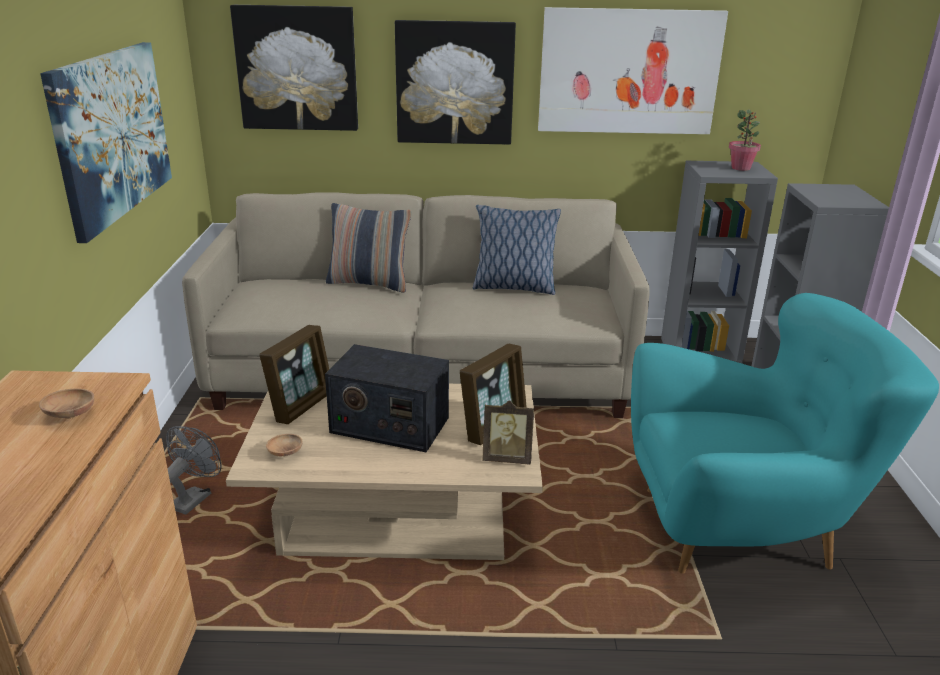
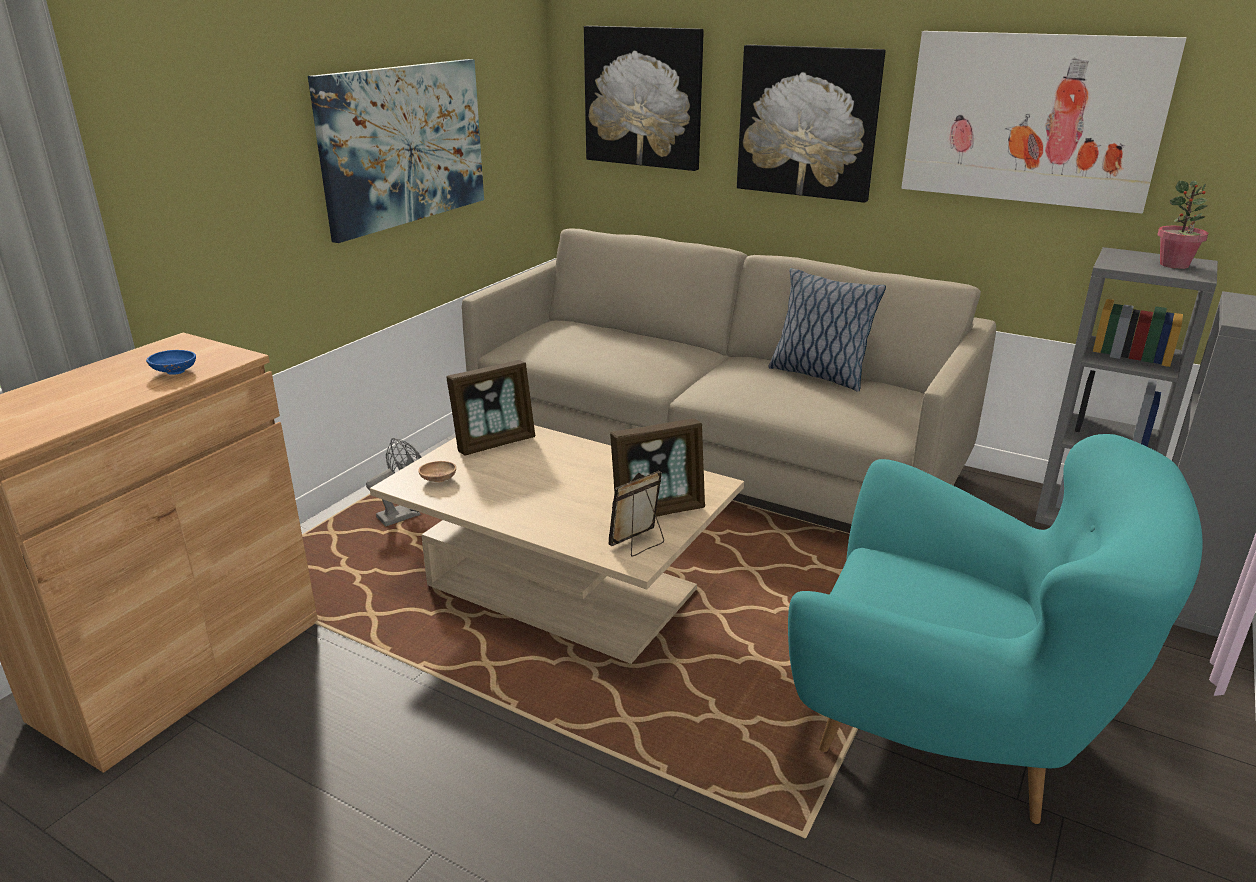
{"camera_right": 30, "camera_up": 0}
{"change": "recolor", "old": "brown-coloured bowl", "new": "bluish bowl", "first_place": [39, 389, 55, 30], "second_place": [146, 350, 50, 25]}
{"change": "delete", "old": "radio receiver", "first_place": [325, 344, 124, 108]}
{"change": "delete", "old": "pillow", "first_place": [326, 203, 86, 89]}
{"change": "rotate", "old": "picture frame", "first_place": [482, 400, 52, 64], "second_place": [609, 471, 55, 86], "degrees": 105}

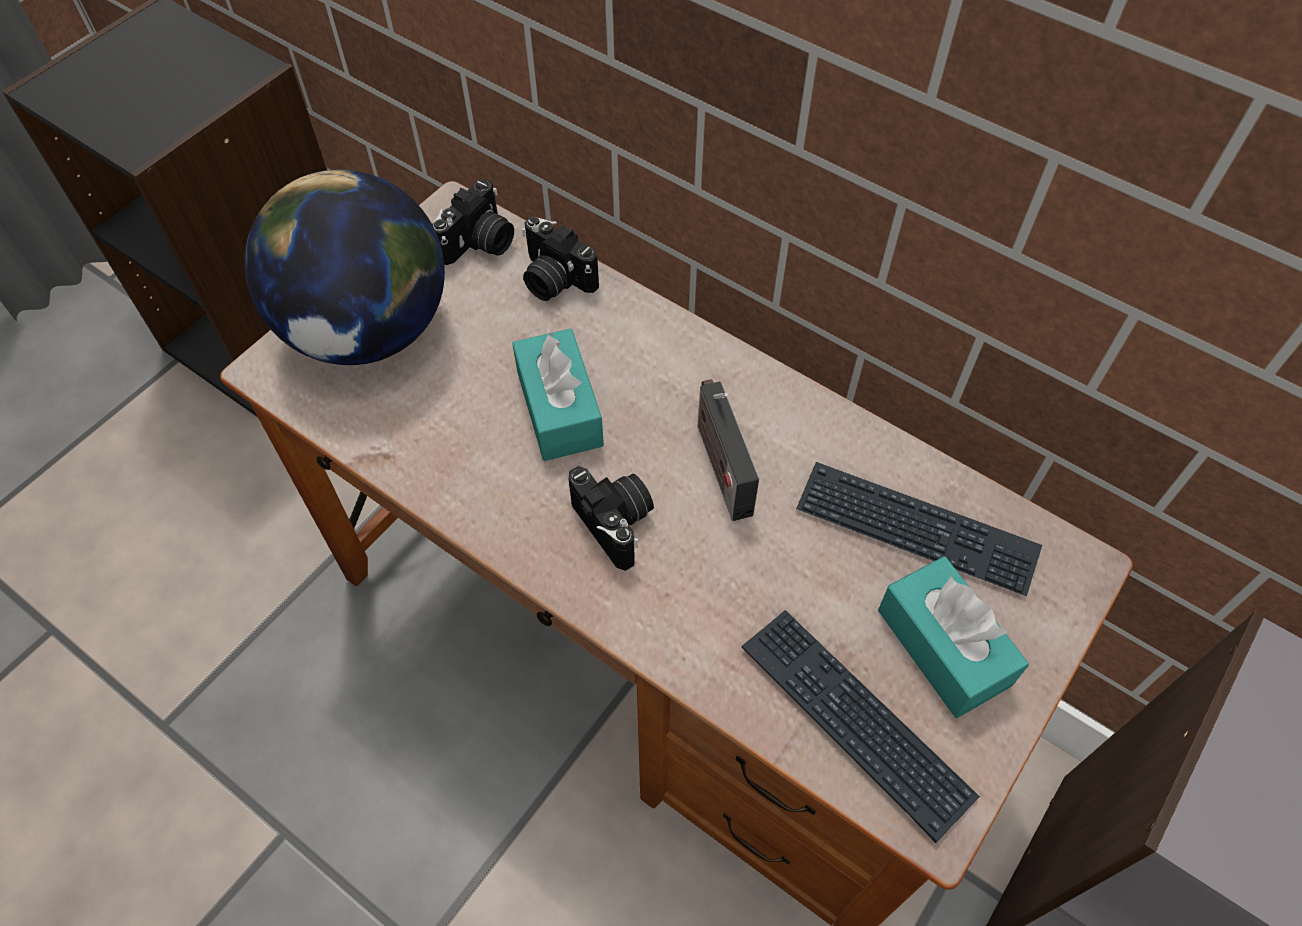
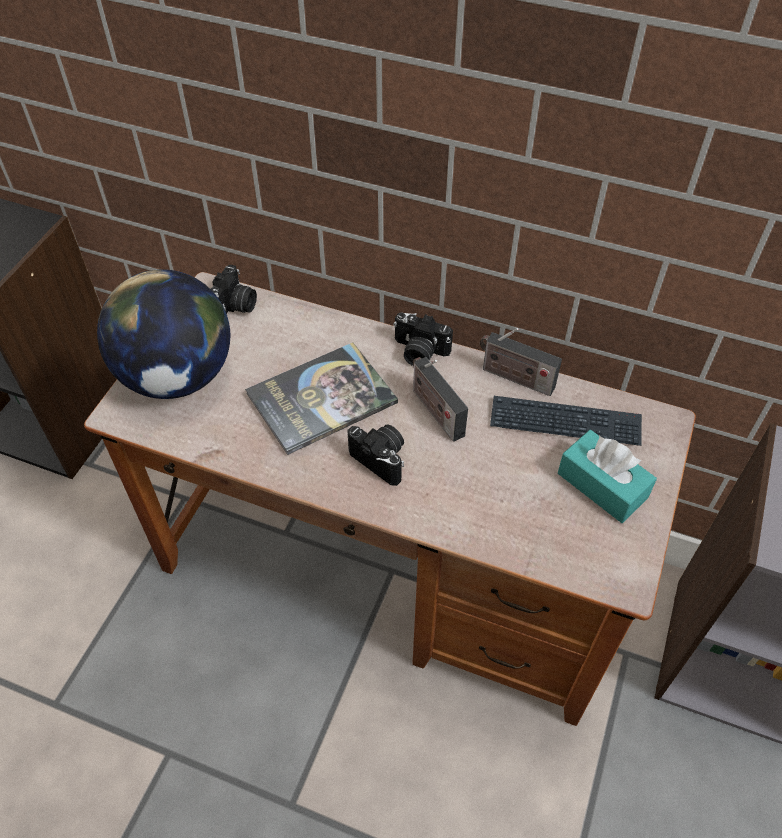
{"camera_right": -15, "camera_up": -5}
{"change": "replace", "old": "turquoise-coloured tissue box", "new": "book", "first_place": [512, 328, 92, 133], "second_place": [245, 342, 153, 113]}
{"change": "move", "old": "still camera", "first_place": [522, 216, 77, 85], "second_place": [393, 312, 60, 54]}
{"change": "delete", "old": "PC keyboard", "first_place": [742, 610, 238, 233]}
{"change": "insert", "new": "radio receiver", "second_place": [480, 328, 82, 68]}

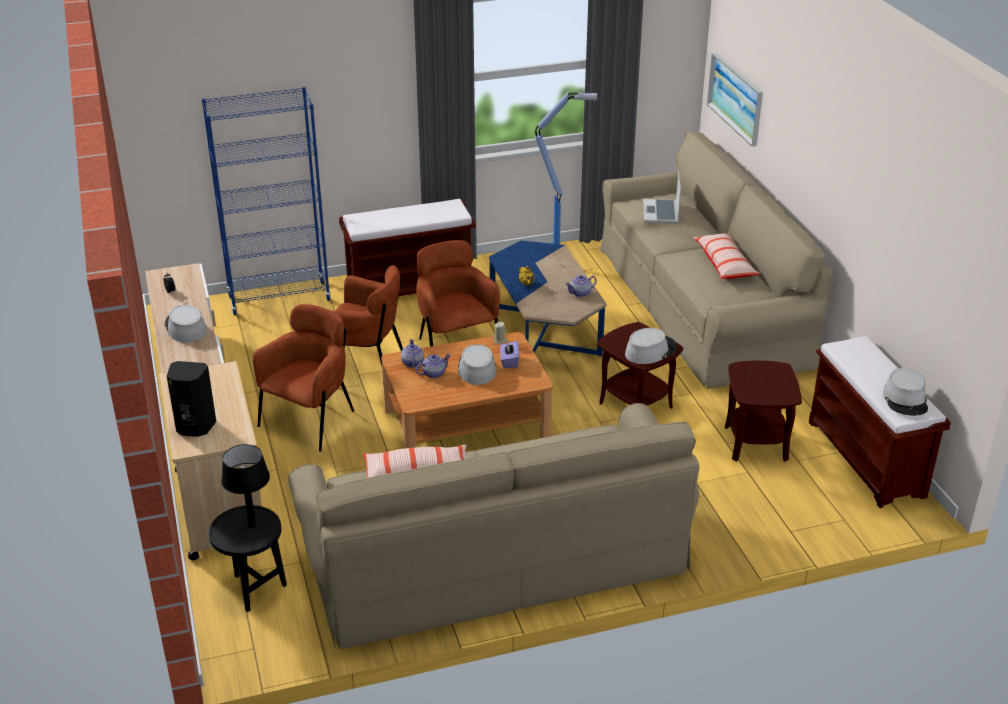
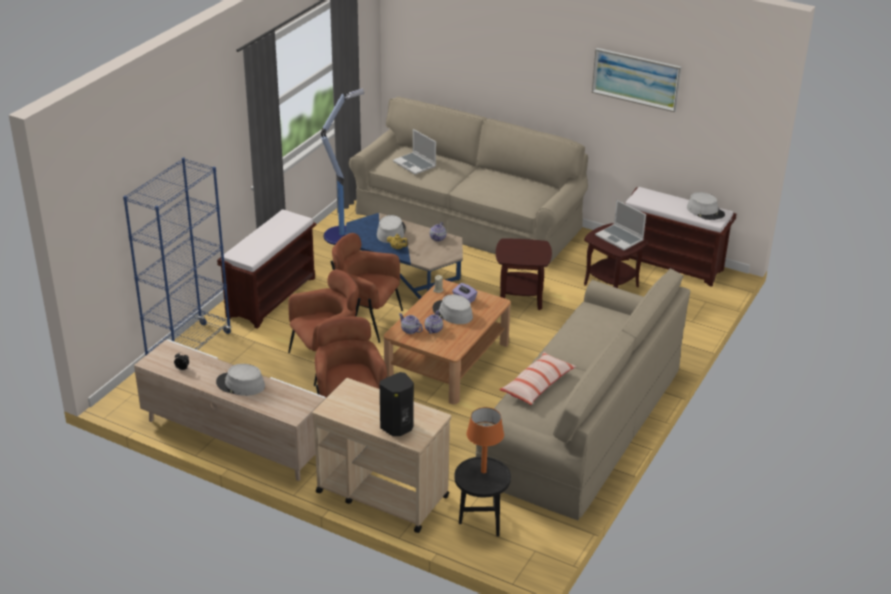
{"camera_right": -45, "camera_up": 0}
{"change": "recolor", "old": "black-coloured lamp for a table", "new": "orange-coloured lamp for a table", "first_place": [221, 444, 49, 85], "second_place": [467, 407, 37, 66]}
{"change": "move", "old": "greyish hat", "first_place": [625, 328, 52, 36], "second_place": [377, 215, 29, 28]}
{"change": "delete", "old": "pillow", "first_place": [693, 233, 67, 46]}
{"change": "move", "old": "picture", "first_place": [707, 53, 56, 94], "second_place": [592, 48, 89, 64]}
{"change": "insert", "new": "portable computer", "second_place": [595, 200, 51, 50]}

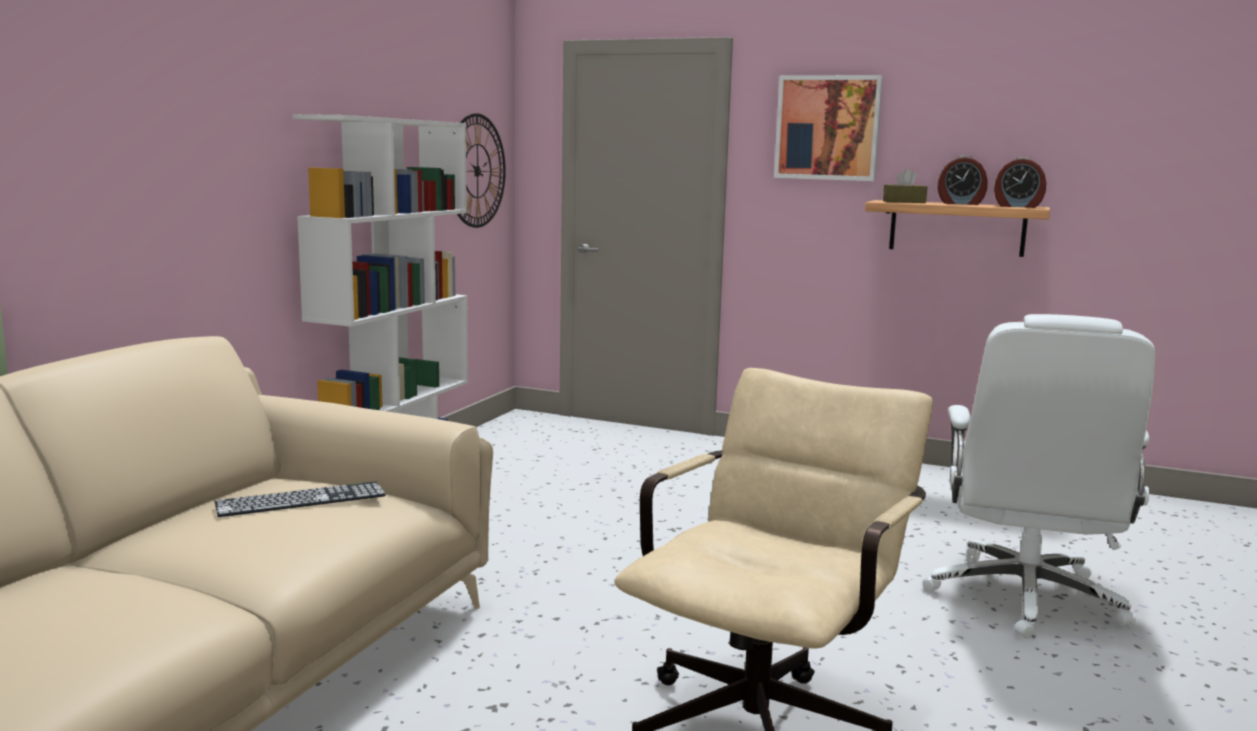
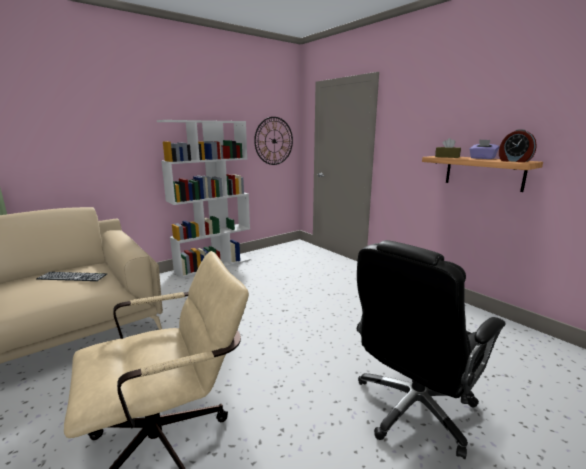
{"camera_right": 30, "camera_up": 5}
{"change": "delete", "old": "picture", "first_place": [774, 75, 109, 106]}
{"change": "recolor", "old": "white-coloured computer chair", "new": "black-coloured computer chair", "first_place": [922, 314, 233, 325], "second_place": [357, 240, 149, 219]}
{"change": "replace", "old": "alarm clock", "new": "purple tissue box", "first_place": [937, 155, 51, 50], "second_place": [469, 139, 30, 20]}

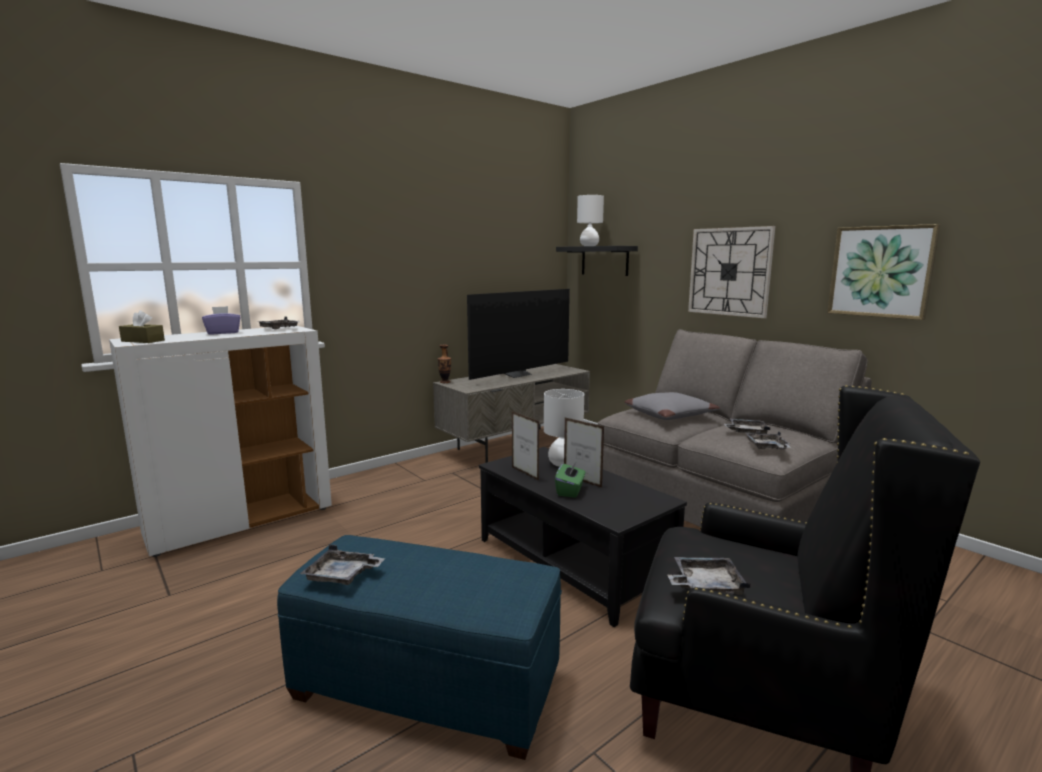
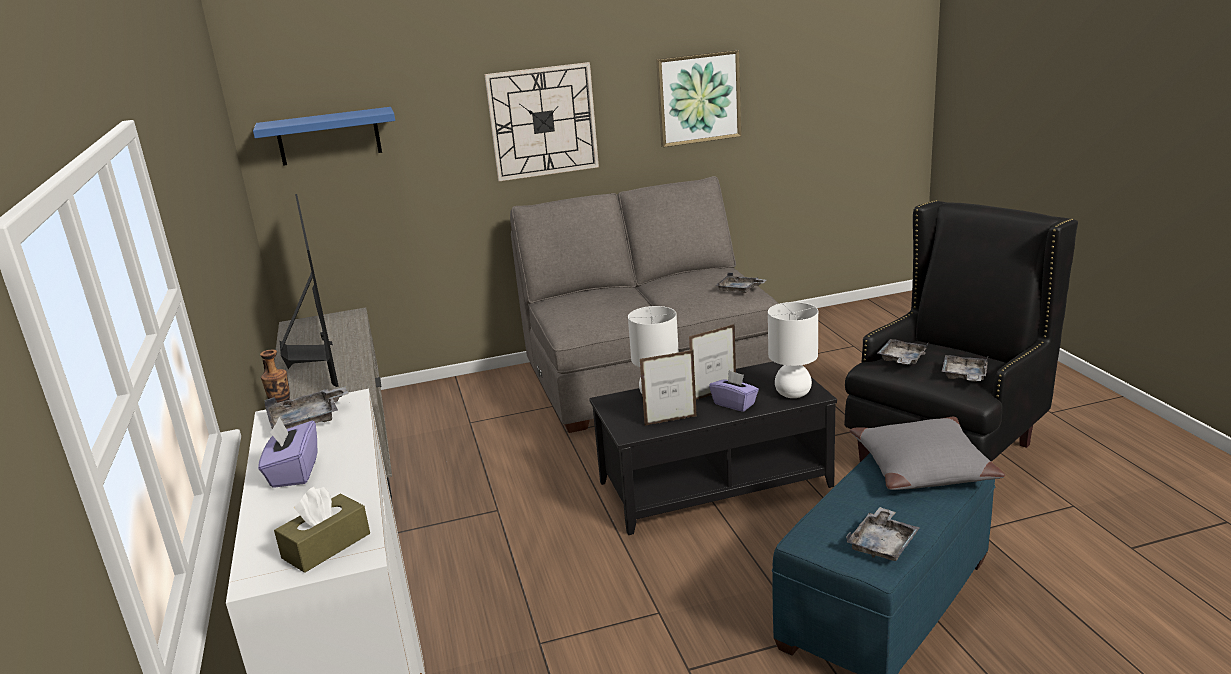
{"camera_right": -65, "camera_up": 10}
{"change": "recolor", "old": "green tissue box", "new": "purple tissue box", "first_place": [555, 461, 30, 37], "second_place": [709, 371, 50, 41]}
{"change": "recolor", "old": "black-coloured wall shelf", "new": "bluish wall shelf", "first_place": [556, 246, 82, 30], "second_place": [253, 107, 142, 59]}
{"change": "move", "old": "white-coloured lamp for a table", "first_place": [577, 195, 27, 51], "second_place": [768, 302, 50, 96]}
{"change": "move", "old": "greyish pillow", "first_place": [624, 392, 96, 28], "second_place": [849, 417, 156, 73]}
{"change": "move", "old": "greyish carrying tray", "first_place": [724, 419, 46, 15], "second_place": [877, 339, 52, 26]}

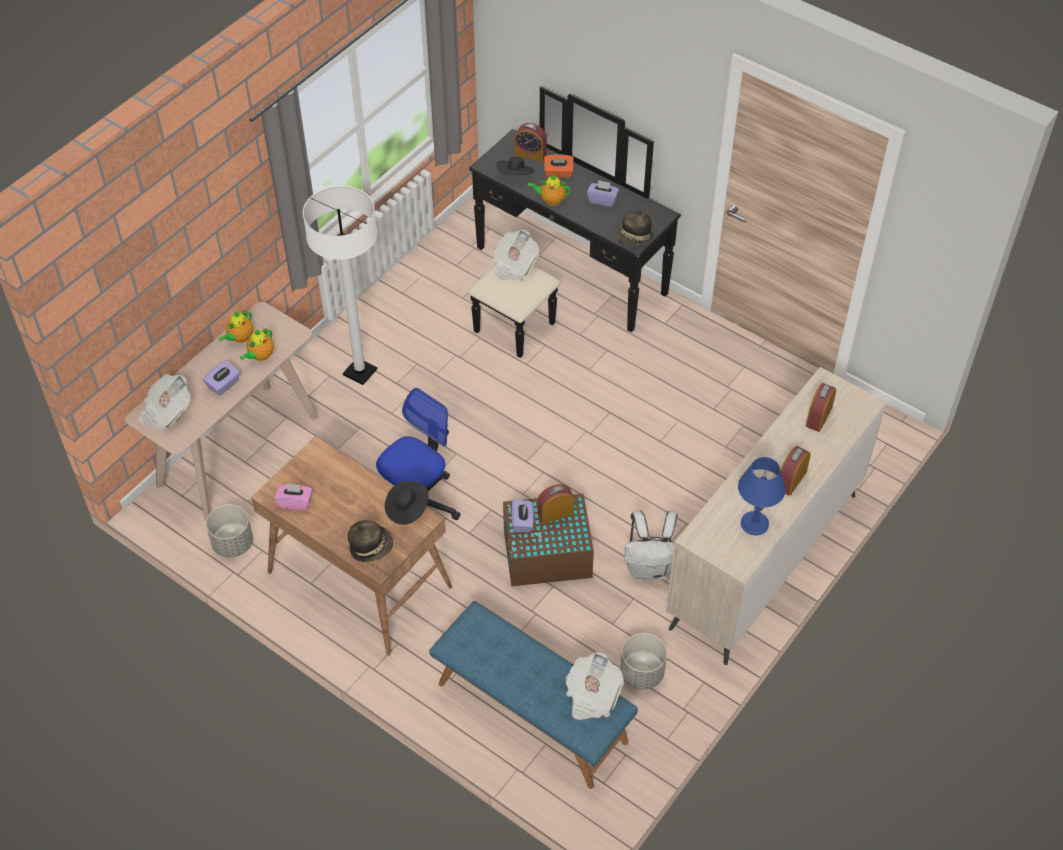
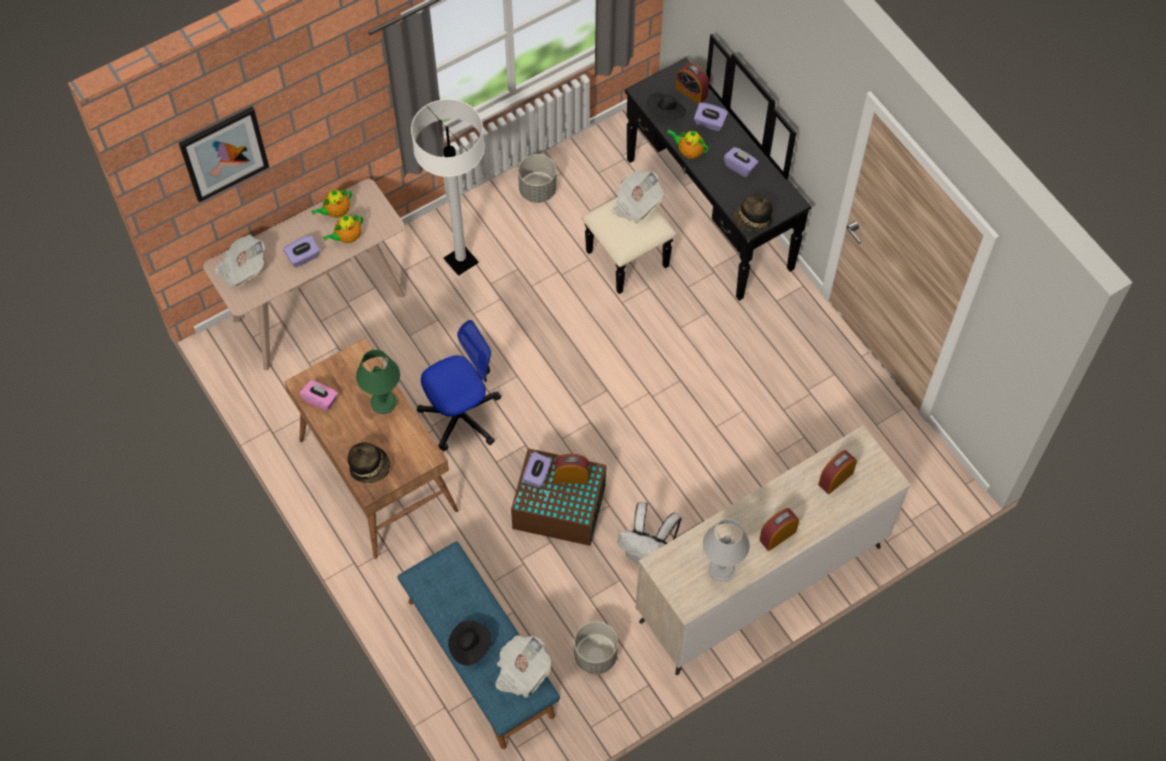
{"camera_right": 20, "camera_up": 10}
{"change": "move", "old": "greyish flower pot", "first_place": [206, 504, 47, 54], "second_place": [518, 154, 39, 49]}
{"change": "move", "old": "black-coloured hat", "first_place": [385, 481, 43, 44], "second_place": [448, 620, 44, 45]}
{"change": "recolor", "old": "orange-coloured tissue box", "new": "purple tissue box", "first_place": [544, 154, 30, 24], "second_place": [694, 103, 34, 28]}
{"change": "recolor", "old": "bluish lamp for a table", "new": "greyish lamp for a table", "first_place": [738, 457, 48, 78], "second_place": [703, 519, 47, 62]}
{"change": "insert", "new": "picture", "second_place": [179, 107, 90, 95]}
{"change": "insert", "new": "green lamp for a table", "second_place": [356, 349, 44, 65]}

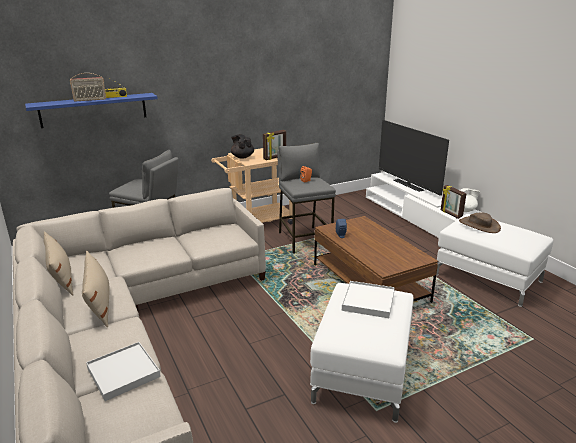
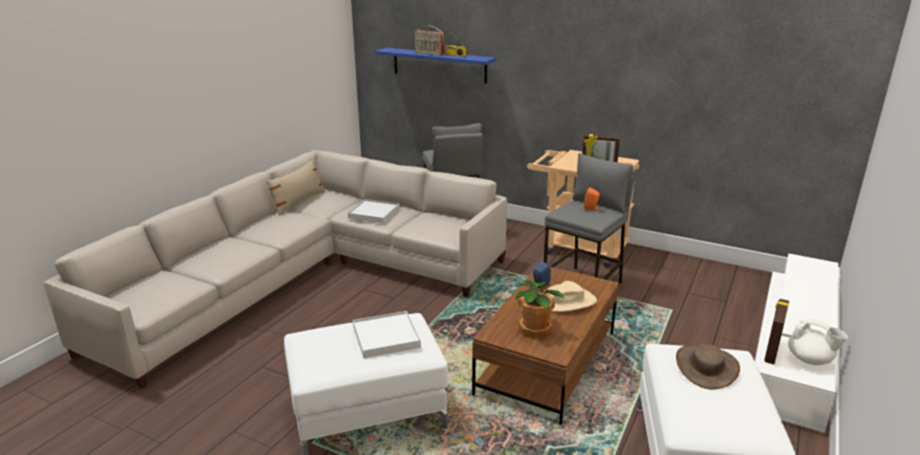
{"camera_right": 55, "camera_up": 0}
{"change": "delete", "old": "sand-coloured pillow", "first_place": [82, 251, 27, 76]}
{"change": "move", "old": "white-coloured carrying tray", "first_place": [86, 342, 75, 59], "second_place": [348, 199, 52, 24]}
{"change": "delete", "old": "black-coloured tea pot", "first_place": [231, 134, 23, 25]}
{"change": "delete", "old": "TV", "first_place": [379, 120, 70, 76]}
{"change": "insert", "new": "potted plant", "second_place": [515, 280, 50, 58]}
{"change": "insert", "new": "sand-coloured hat", "second_place": [544, 281, 53, 31]}

